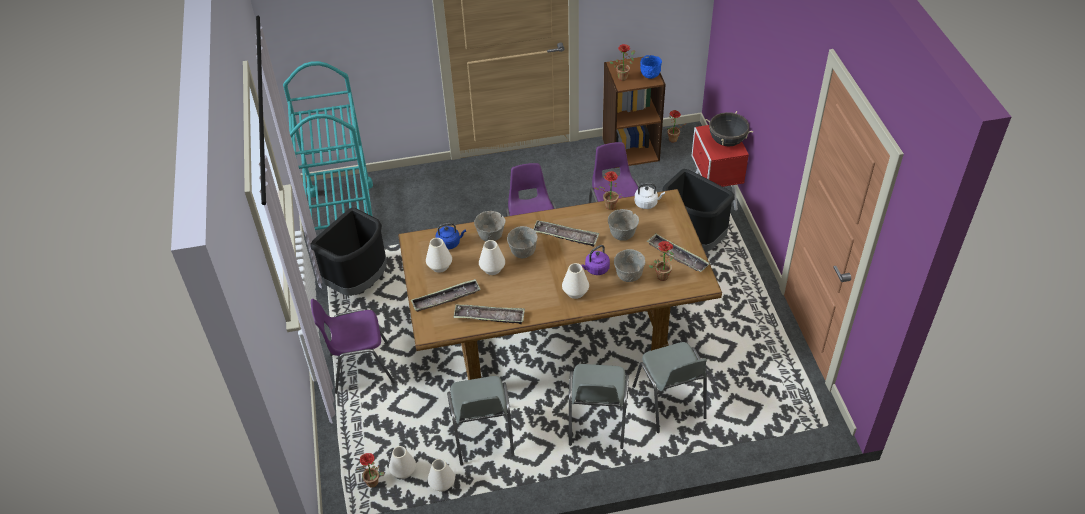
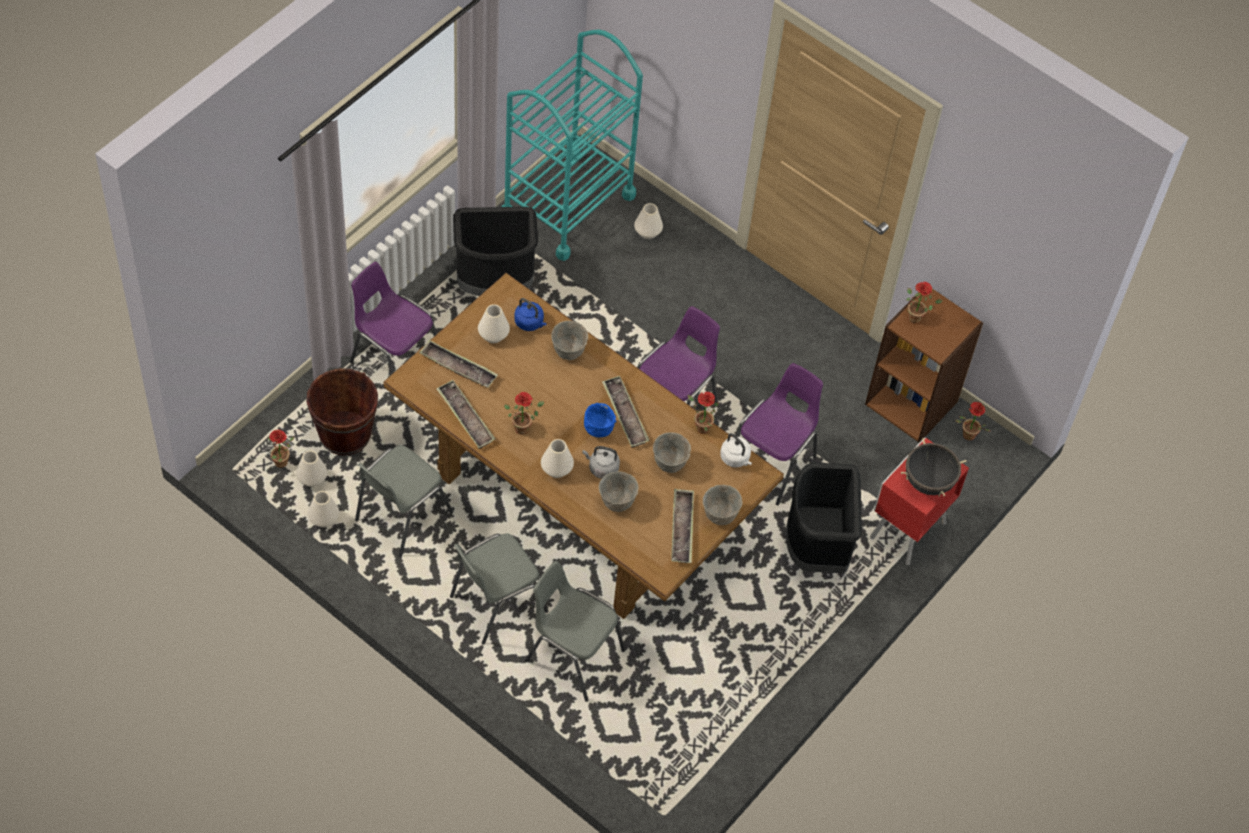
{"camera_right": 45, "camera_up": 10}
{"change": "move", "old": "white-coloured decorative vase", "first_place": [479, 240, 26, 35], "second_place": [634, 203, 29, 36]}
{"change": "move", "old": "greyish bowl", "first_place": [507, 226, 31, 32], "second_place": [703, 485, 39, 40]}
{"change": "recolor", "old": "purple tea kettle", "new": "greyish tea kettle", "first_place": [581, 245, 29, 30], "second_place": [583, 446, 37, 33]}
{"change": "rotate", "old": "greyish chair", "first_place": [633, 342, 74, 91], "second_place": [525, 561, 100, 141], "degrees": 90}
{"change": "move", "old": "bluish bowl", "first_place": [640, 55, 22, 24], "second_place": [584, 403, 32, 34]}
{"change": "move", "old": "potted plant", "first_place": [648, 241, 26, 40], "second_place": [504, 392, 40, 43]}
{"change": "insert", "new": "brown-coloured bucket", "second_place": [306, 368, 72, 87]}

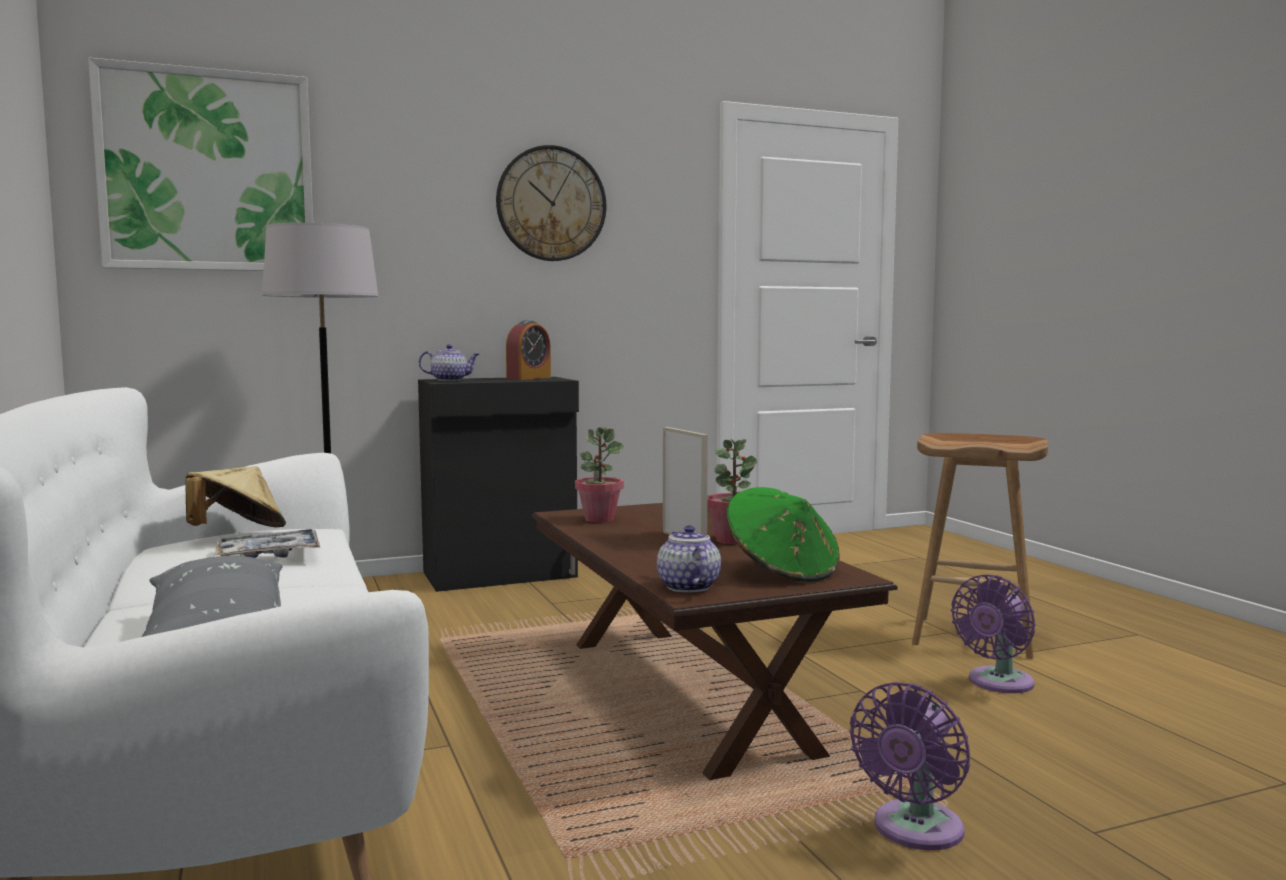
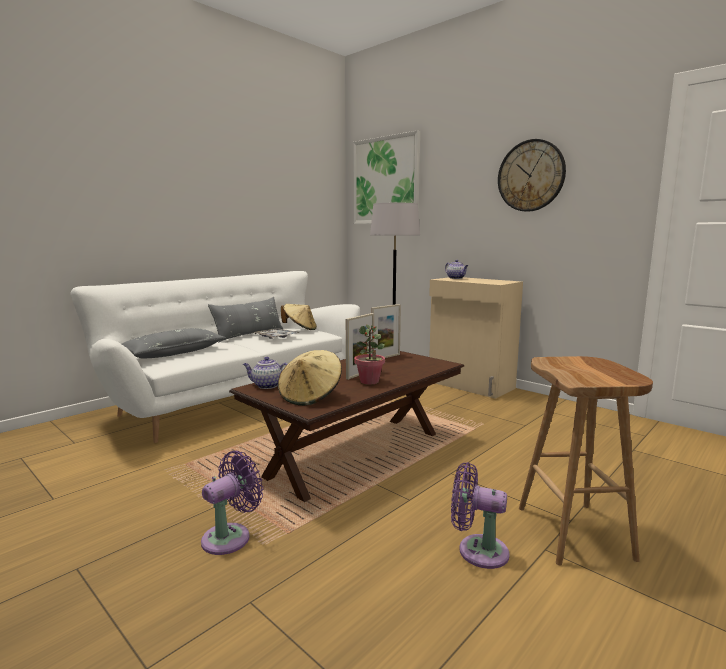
{"camera_right": 65, "camera_up": 5}
{"change": "recolor", "old": "black-coloured storage cabinet", "new": "sand-coloured storage cabinet", "first_place": [418, 377, 161, 215], "second_place": [429, 277, 94, 122]}
{"change": "delete", "old": "alarm clock", "first_place": [506, 320, 45, 60]}
{"change": "replace", "old": "potted plant", "new": "picture frame", "first_place": [575, 427, 49, 95], "second_place": [371, 304, 30, 54]}
{"change": "rotate", "old": "tea pot", "first_place": [657, 525, 64, 67], "second_place": [243, 357, 45, 32], "degrees": -135}
{"change": "recolor", "old": "green hat", "new": "sand-coloured hat", "first_place": [727, 487, 113, 95], "second_place": [278, 350, 64, 56]}
{"change": "rotate", "old": "purple fan", "first_place": [850, 682, 120, 168], "second_place": [201, 451, 62, 104], "degrees": 120}
{"change": "insert", "new": "greyish pillow", "second_place": [208, 297, 75, 45]}

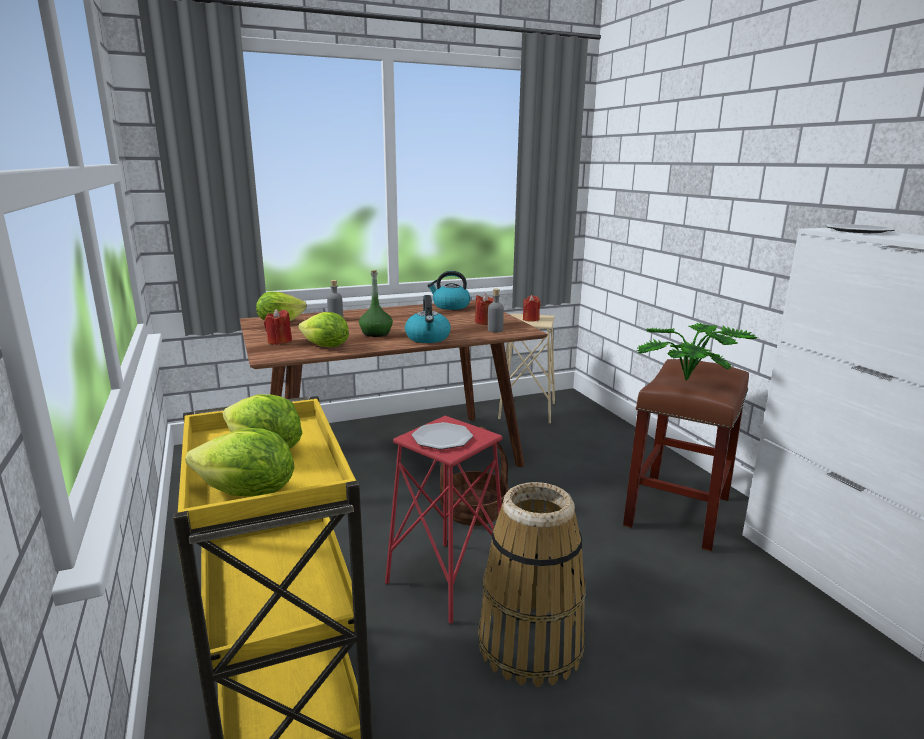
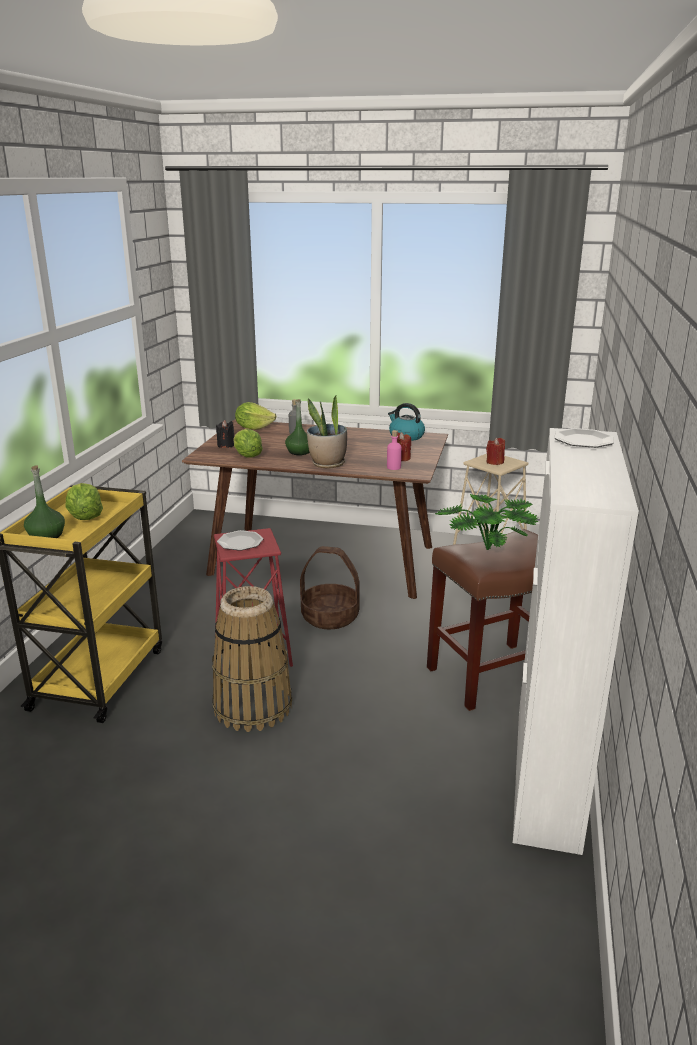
{"camera_right": 35, "camera_up": 5}
{"change": "replace", "old": "head of lettuce", "new": "green drink bottle", "first_place": [185, 428, 110, 69], "second_place": [24, 465, 41, 73]}
{"change": "recolor", "old": "red wax light", "new": "black-coloured wax light", "first_place": [264, 309, 28, 36], "second_place": [216, 420, 18, 28]}
{"change": "replace", "old": "tea kettle", "new": "potted plant", "first_place": [405, 295, 46, 48], "second_place": [307, 396, 40, 72]}
{"change": "recolor", "old": "greyish drink bottle", "new": "pink drink bottle", "first_place": [488, 289, 16, 43], "second_place": [387, 430, 15, 40]}

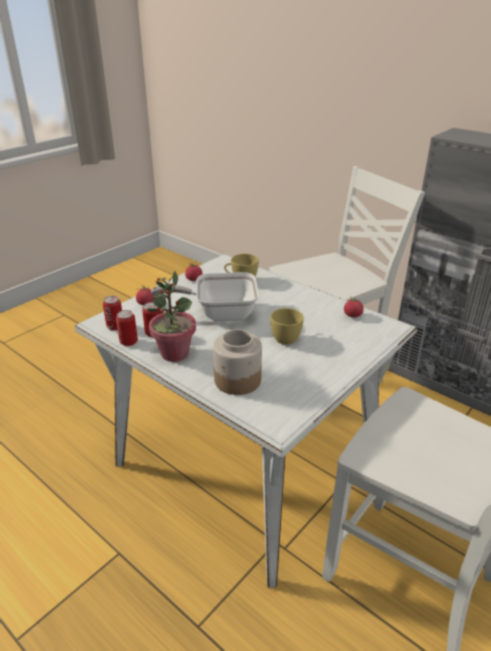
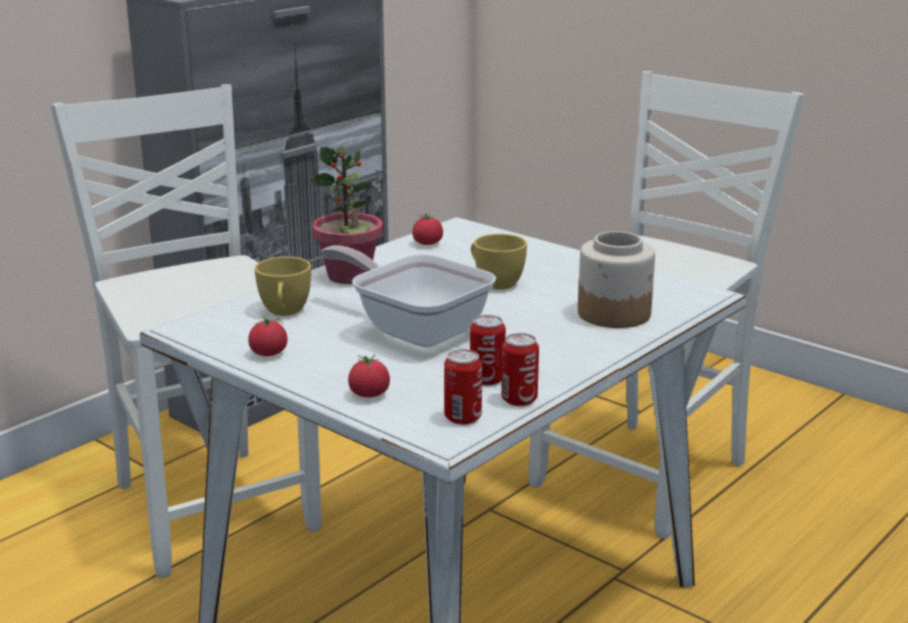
{"camera_right": -90, "camera_up": -10}
{"change": "move", "old": "potted plant", "first_place": [147, 271, 49, 91], "second_place": [310, 145, 73, 139]}
{"change": "rotate", "old": "skillet", "first_place": [151, 272, 108, 49], "second_place": [321, 245, 175, 103], "degrees": 135}

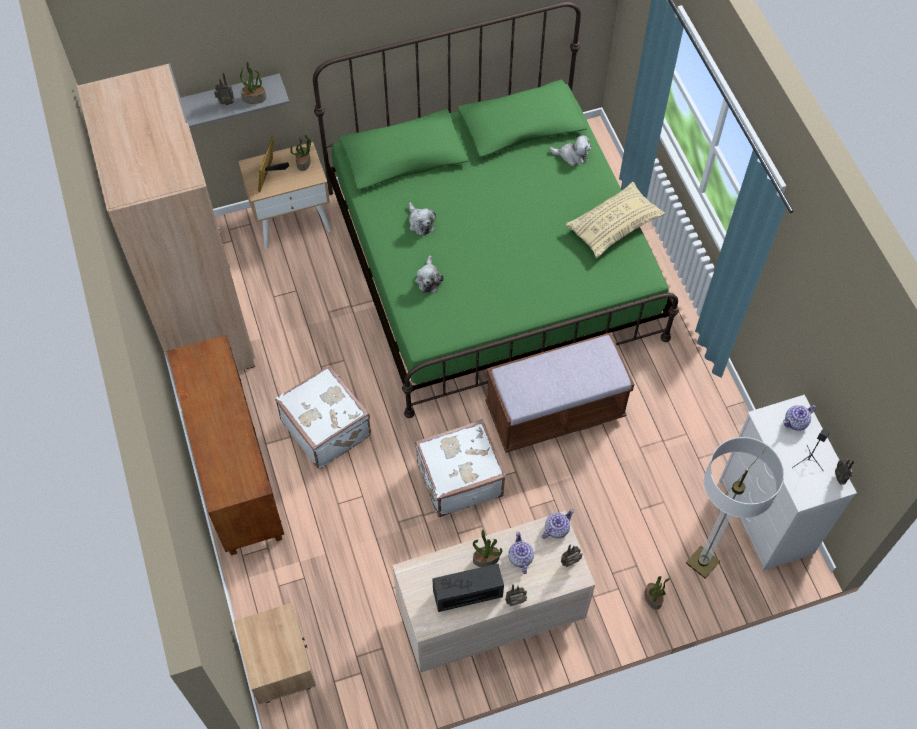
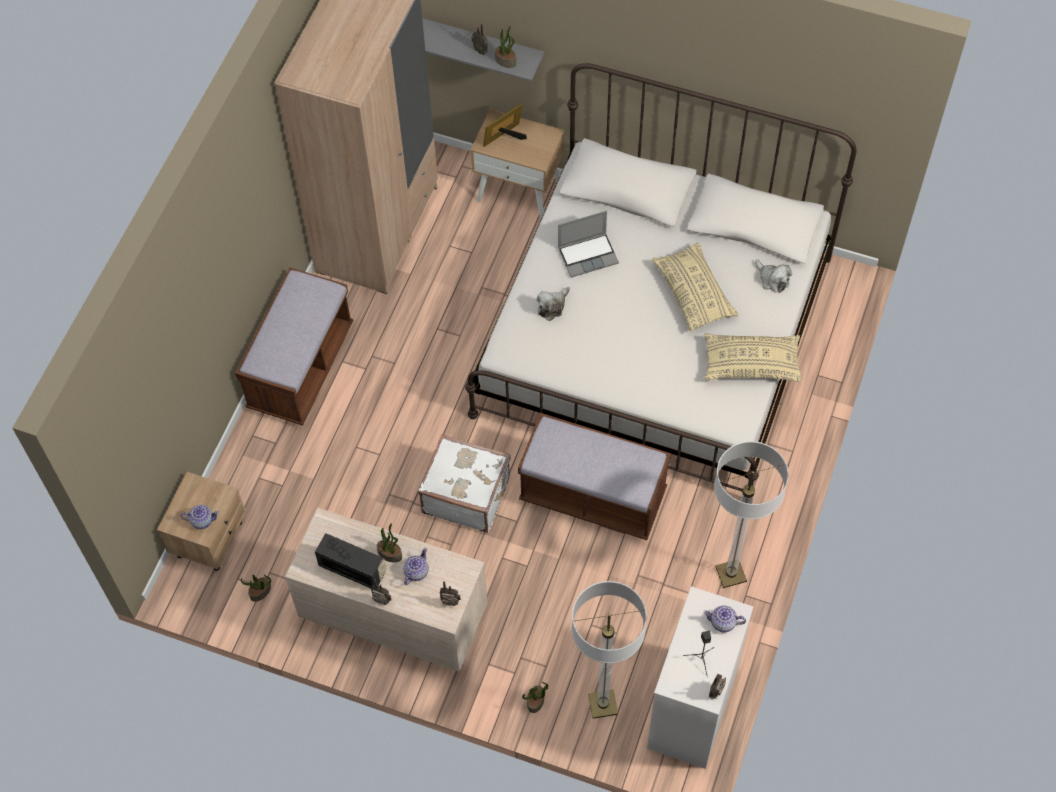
{"camera_right": 40, "camera_up": 0}
{"change": "replace", "old": "brown-coloured storage cabinet", "new": "brown-coloured bench", "first_place": [167, 335, 117, 220], "second_place": [235, 267, 119, 159]}
{"change": "delete", "old": "white-coloured piece of luggage", "first_place": [275, 365, 96, 104]}
{"change": "move", "old": "potted plant", "first_place": [290, 135, 21, 36], "second_place": [241, 575, 30, 27]}
{"change": "recolor", "old": "green bed", "new": "white-coloured bed", "first_place": [313, 2, 366, 416], "second_place": [465, 63, 392, 429]}
{"change": "replace", "old": "cuddly toy", "new": "portable computer", "first_place": [409, 202, 27, 34], "second_place": [558, 211, 61, 67]}
{"change": "move", "old": "tea pot", "first_place": [541, 509, 33, 30], "second_place": [180, 505, 39, 24]}
{"change": "insert", "new": "sand-coloured pillow", "second_place": [652, 242, 86, 90]}
{"change": "insert", "new": "standard lamp", "second_place": [714, 441, 75, 147]}

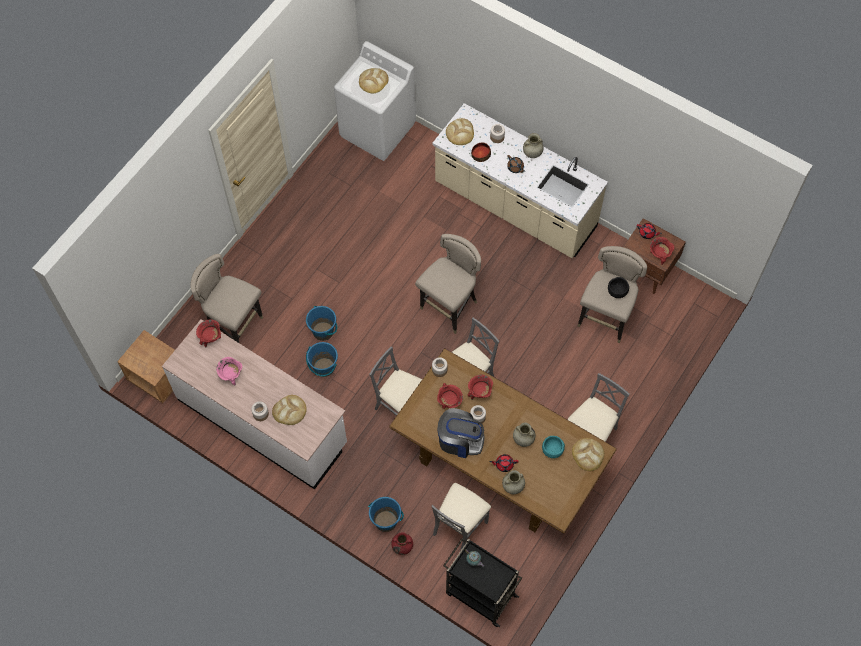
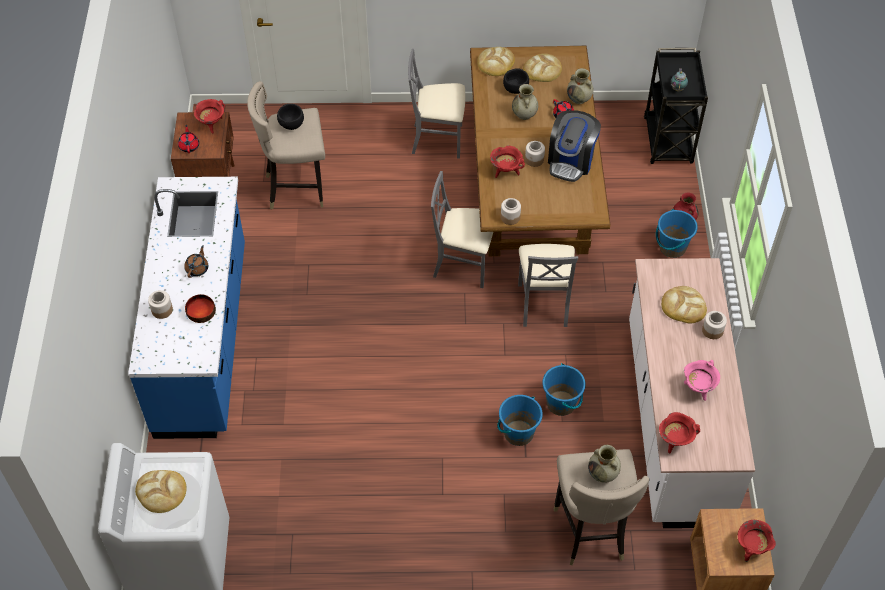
{"camera_right": -125, "camera_up": -10}
{"change": "delete", "old": "sand-coloured stool seat", "first_place": [415, 234, 66, 100]}
{"change": "delete", "old": "greyish chair", "first_place": [431, 483, 60, 68]}
{"change": "recolor", "old": "sand-coloured kitchen base unit", "new": "bluish kitchen base unit", "first_place": [432, 103, 176, 155], "second_place": [128, 177, 117, 262]}
{"change": "move", "old": "red cooking pot", "first_place": [437, 383, 26, 26], "second_place": [738, 520, 38, 42]}
{"change": "rotate", "old": "coffee brewer", "first_place": [438, 408, 46, 50], "second_place": [548, 110, 53, 72], "degrees": -135}
{"change": "move", "old": "baked bread", "first_place": [446, 118, 28, 27], "second_place": [523, 53, 39, 29]}
{"change": "move", "old": "sand-coloured decorative vase", "first_place": [523, 133, 20, 25], "second_place": [588, 445, 33, 38]}
{"change": "recolor", "old": "turquoise-coloured bowl", "new": "black-coloured bowl", "first_place": [542, 436, 23, 22], "second_place": [503, 68, 26, 26]}

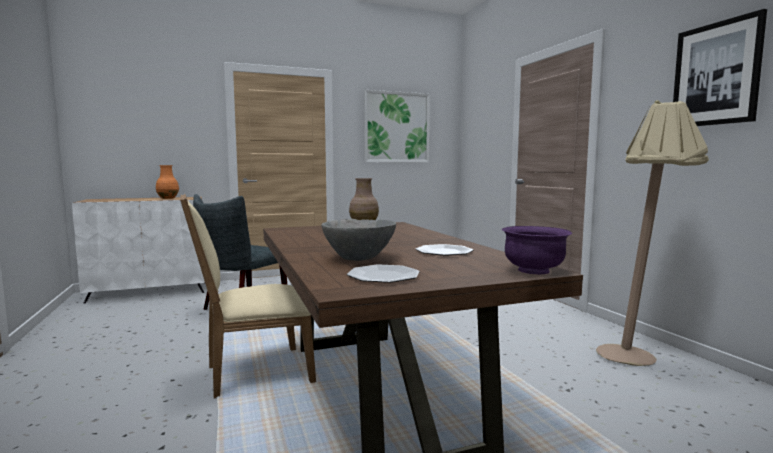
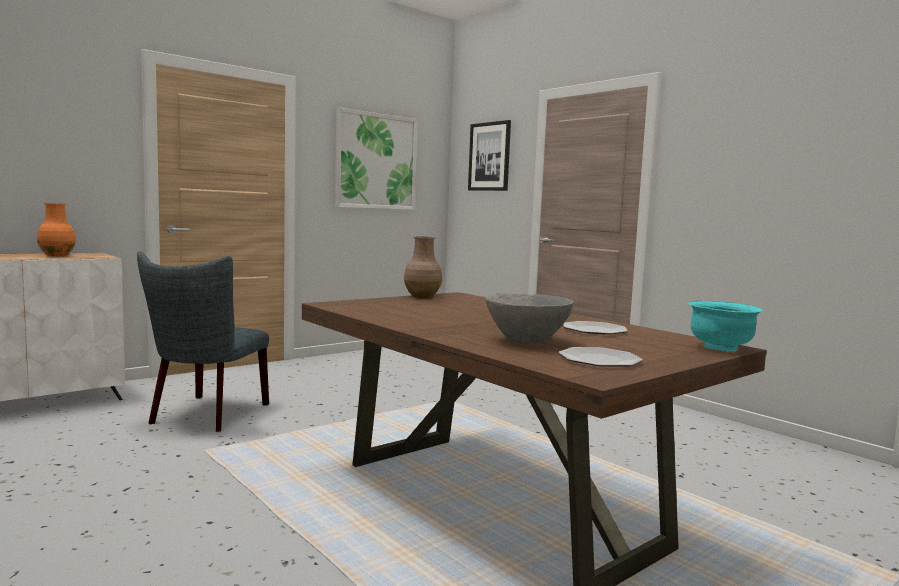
{"camera_right": -20, "camera_up": 0}
{"change": "delete", "old": "sand-coloured chair", "first_place": [180, 194, 136, 205]}
{"change": "recolor", "old": "purple bowl", "new": "turquoise-coloured bowl", "first_place": [502, 226, 70, 48], "second_place": [688, 301, 75, 50]}
{"change": "delete", "old": "sand-coloured standard lamp", "first_place": [596, 100, 113, 266]}
{"change": "move", "old": "picture", "first_place": [673, 9, 94, 117], "second_place": [468, 120, 43, 71]}

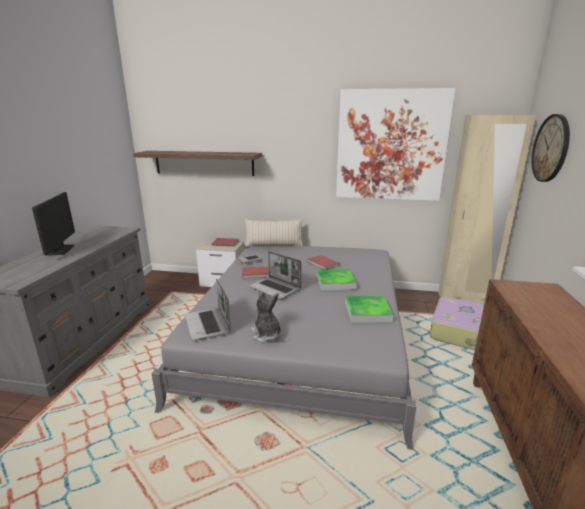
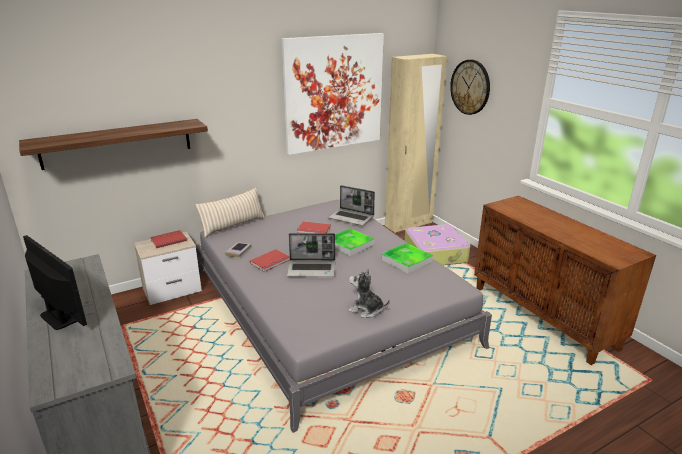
{"camera_right": -40, "camera_up": 5}
{"change": "move", "old": "portable computer", "first_place": [184, 278, 47, 63], "second_place": [328, 185, 47, 41]}

